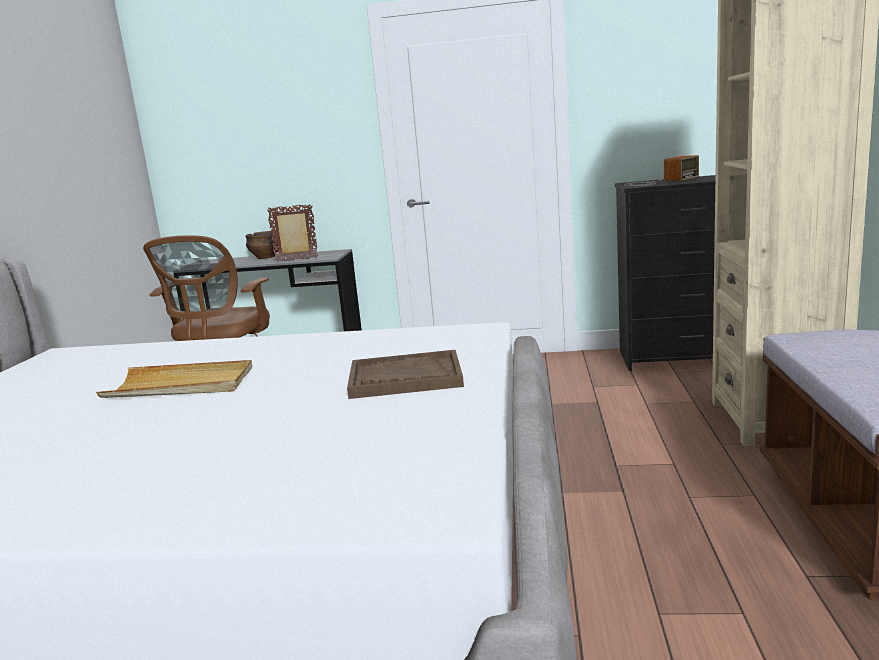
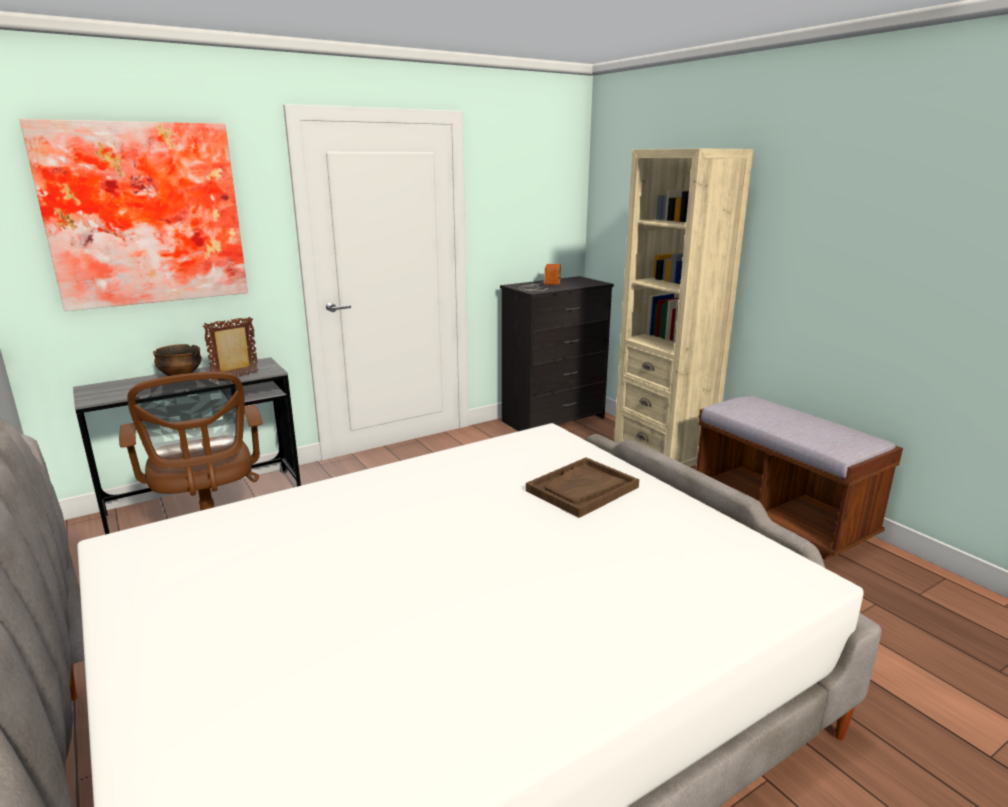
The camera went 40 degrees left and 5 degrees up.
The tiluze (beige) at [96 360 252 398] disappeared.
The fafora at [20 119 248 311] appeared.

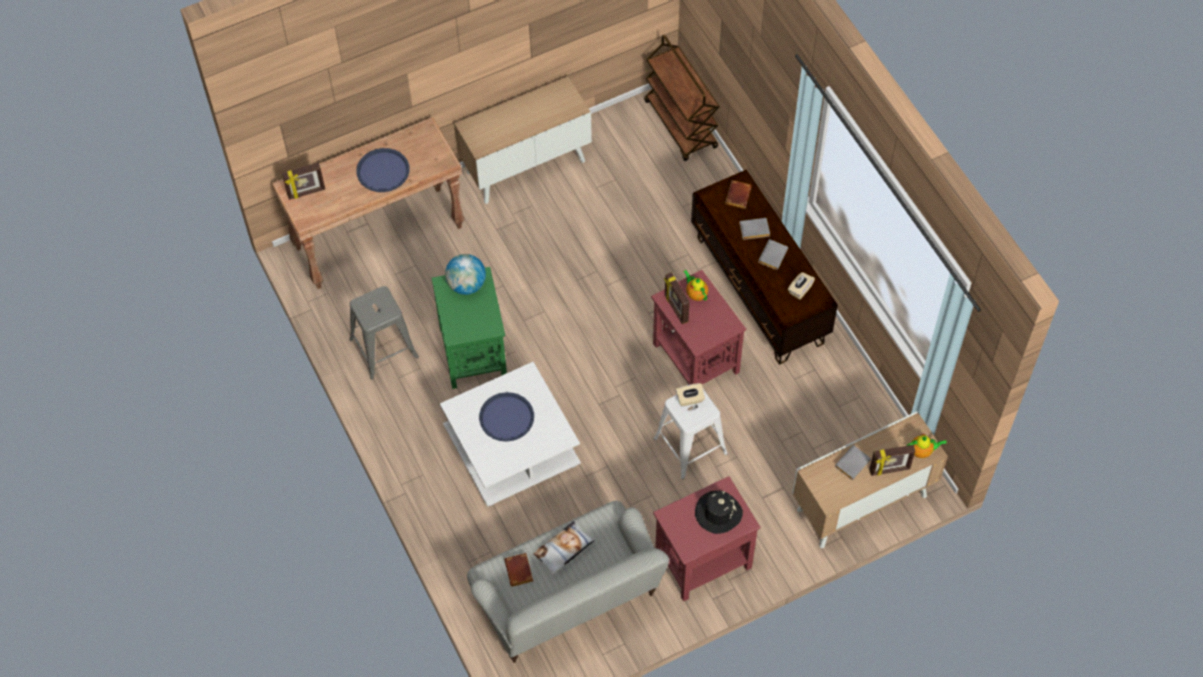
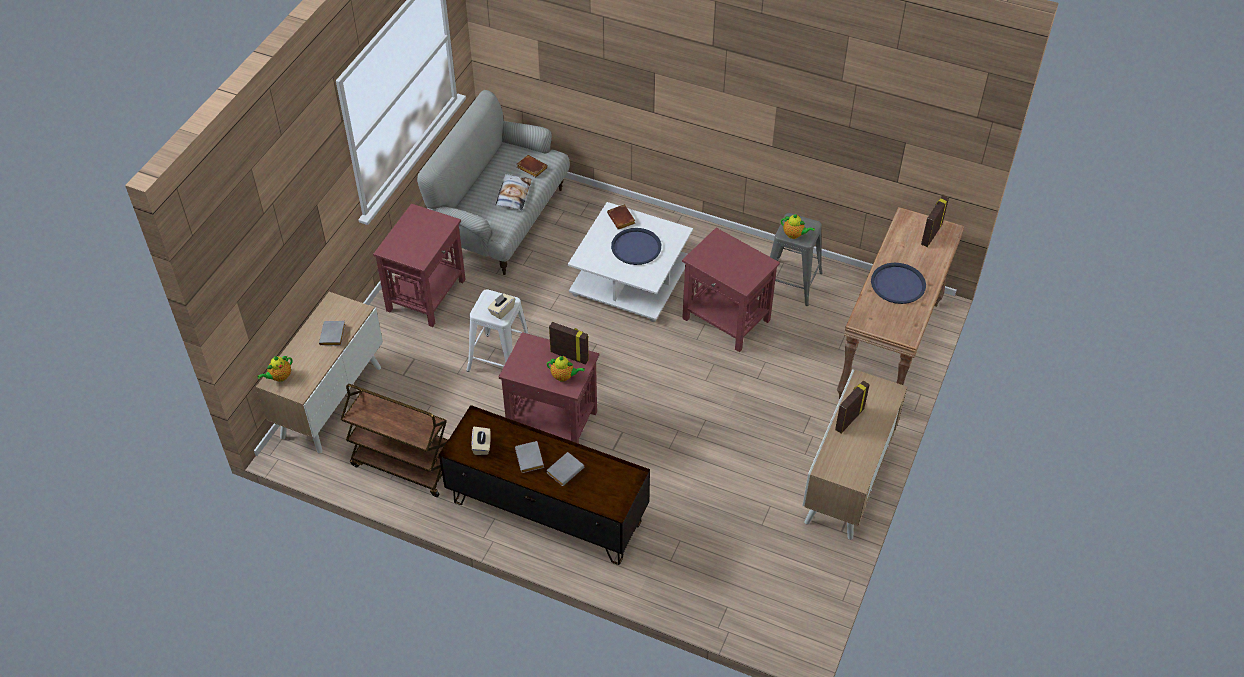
The camera went 140 degrees right and 10 degrees down.
The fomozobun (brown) moved from [644 35 720 161] to [341 384 448 497].
The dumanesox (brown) moved from [725 180 752 209] to [607 204 636 230].
The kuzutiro at [445 254 486 295] disappeared.
The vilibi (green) at [432 267 507 389] became the vilibi (red) at [682 228 780 352].
The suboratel moved from [869 445 915 476] to [835 380 870 433].
The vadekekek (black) at [695 491 743 534] disappeared.
The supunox at [781 214 815 239] appeared.

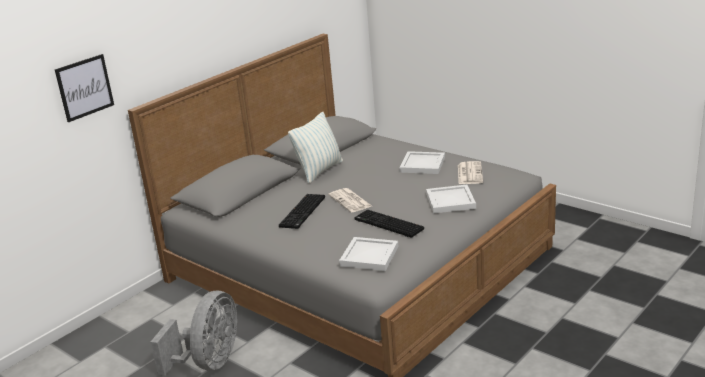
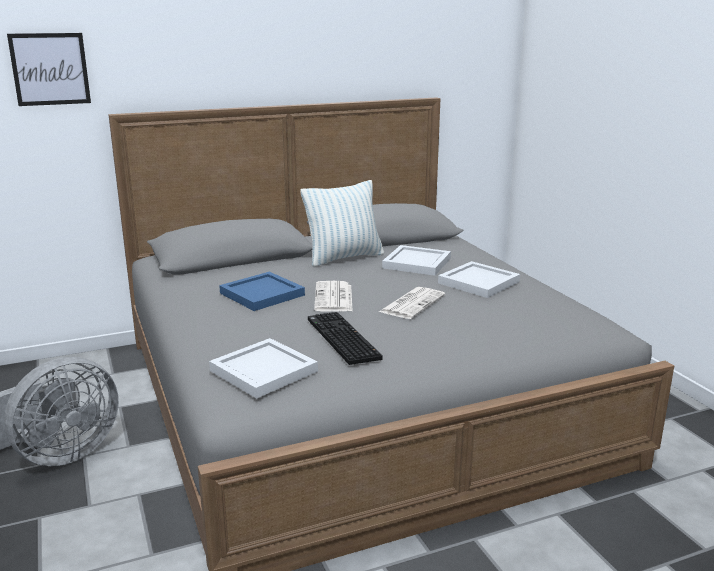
The camera went 25 degrees right and 5 degrees down.
The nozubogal moved from [458 161 483 184] to [379 287 445 319].
The tiluze (white) moved from [426 185 476 214] to [382 245 451 276].
The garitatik at [279 194 325 229] was replaced by the tiluze (blue) at [219 272 305 311].

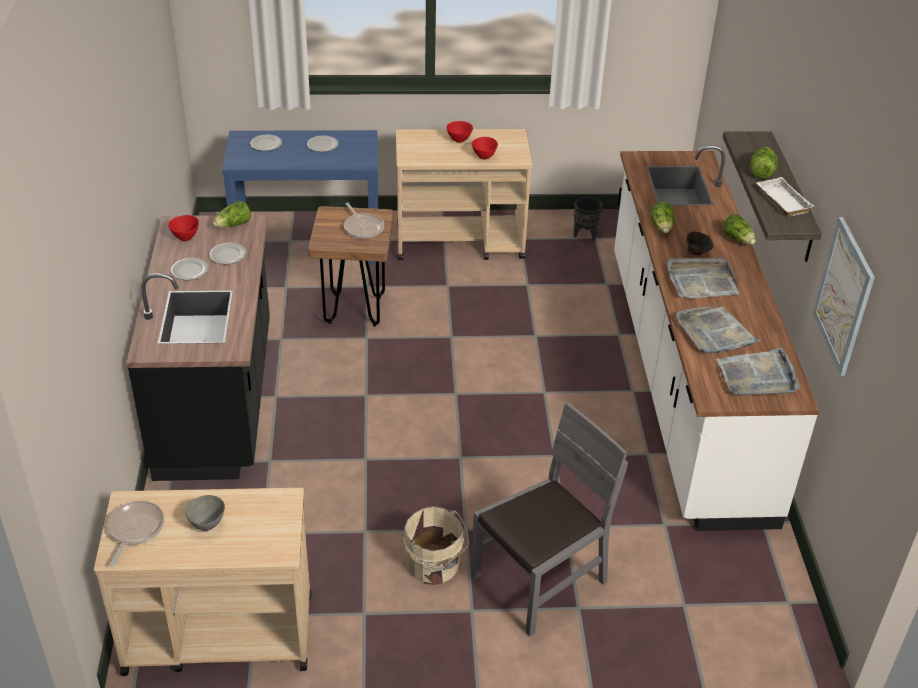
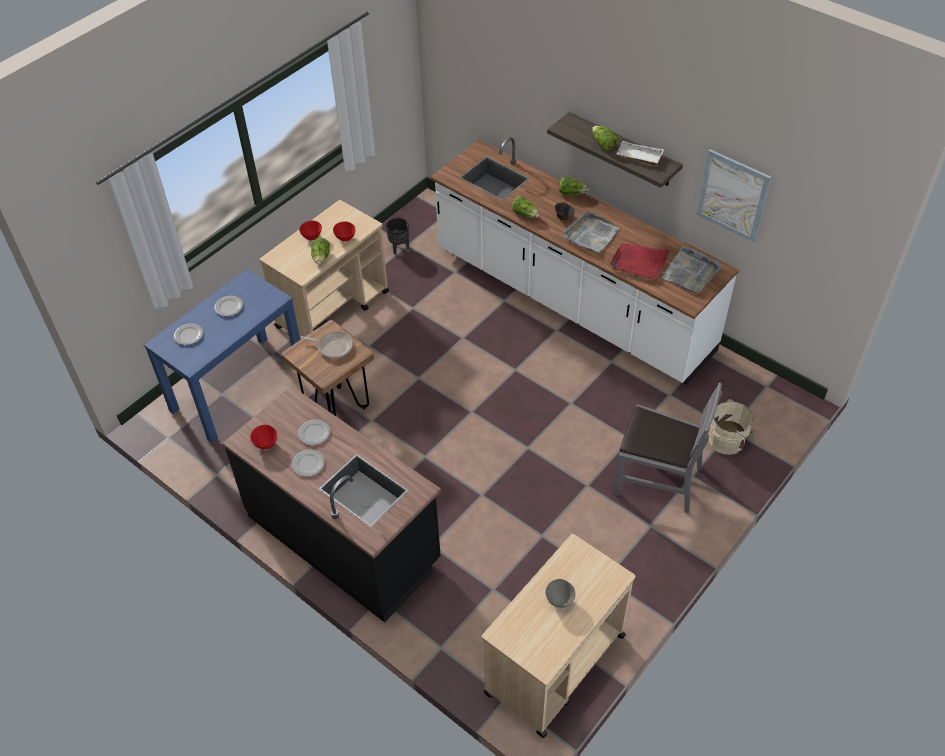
The camera went 45 degrees left and 10 degrees up.
The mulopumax moved from [213 201 251 227] to [311 238 330 265].
The tiluze (grey) at [675 306 761 354] became the tiluze (red) at [610 243 670 279].
The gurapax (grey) at [471 402 628 637] turned 105 degrees clockwise.
The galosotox at [107 500 165 566] disappeared.
The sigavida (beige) moved from [403 506 469 585] to [709 399 753 455].

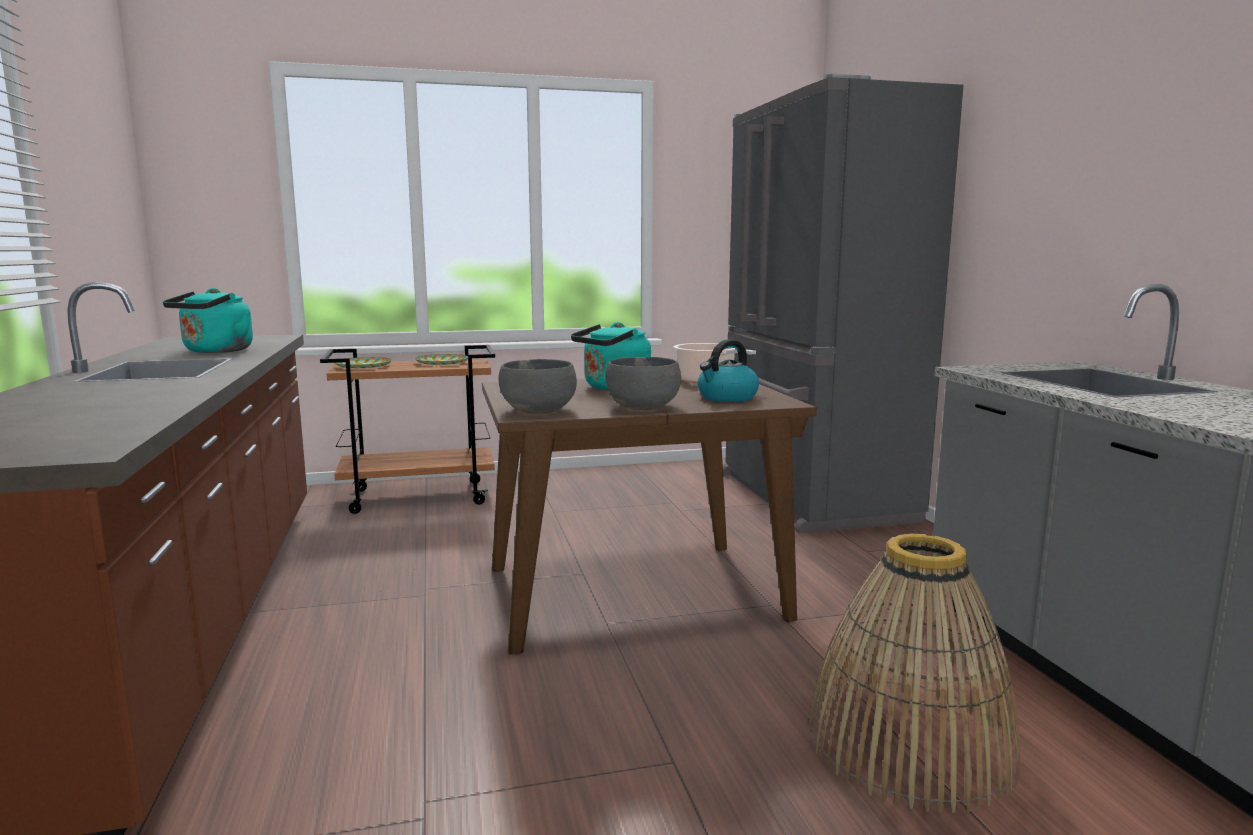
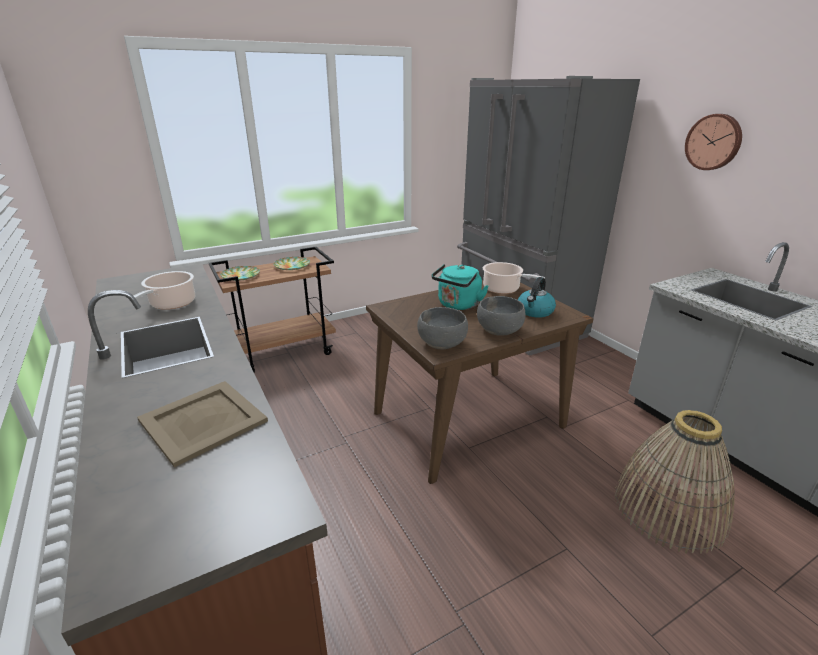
The camera went 15 degrees left and 15 degrees up.
The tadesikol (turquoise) at [163 288 253 353] was replaced by the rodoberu at [134 271 195 310].
The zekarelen at [685 114 742 170] appeared.
The tiluze (beige) at [137 381 268 467] appeared.

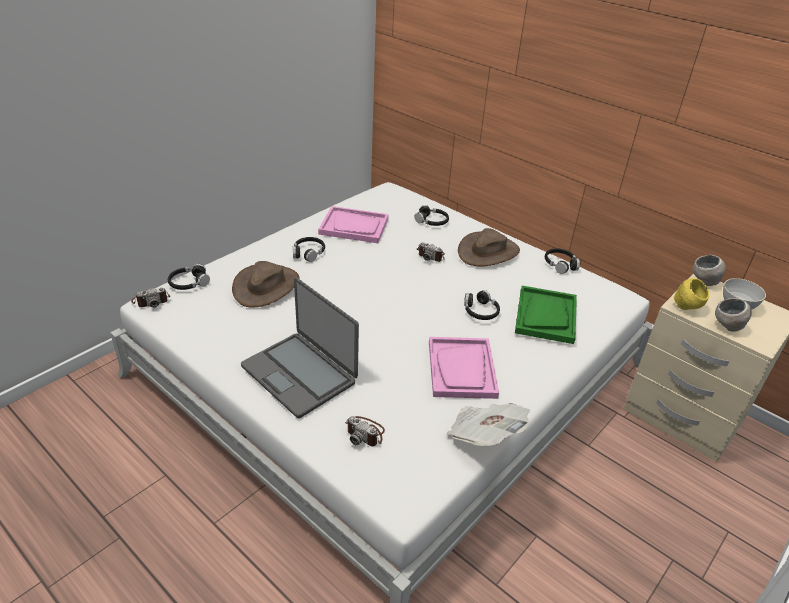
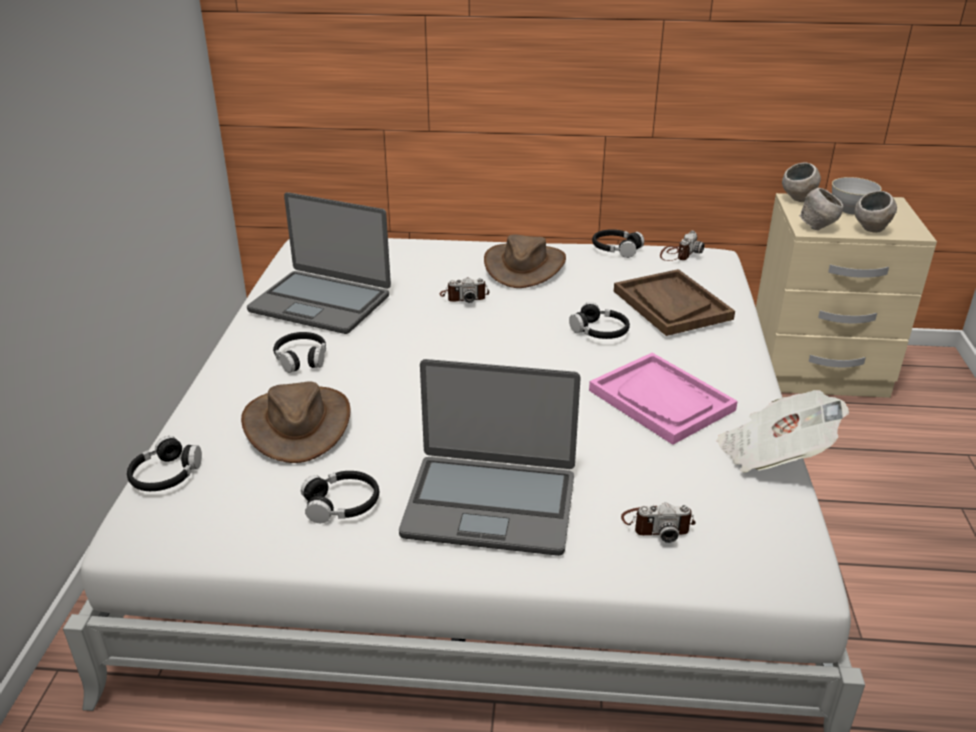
The camera went 35 degrees left and 5 degrees down.
The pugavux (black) moved from [415 205 449 226] to [301 471 379 523].
The tiluze (pink) at [318 206 389 243] was replaced by the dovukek at [247 192 391 334].
The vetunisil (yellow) at [674 278 709 310] became the vetunisil (grey) at [799 188 843 230].
The tiluze (green) at [515 286 577 344] became the tiluze (brown) at [614 269 735 336].
The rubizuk moved from [131 287 170 308] to [660 231 705 261].

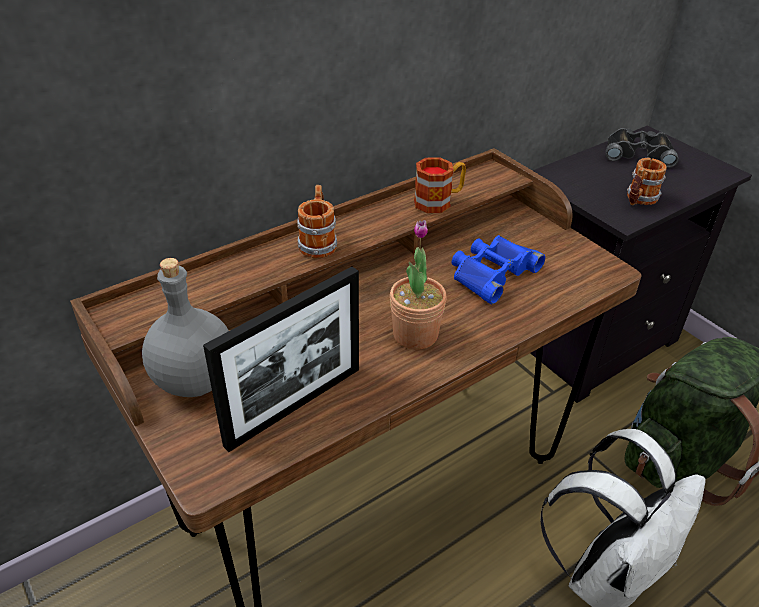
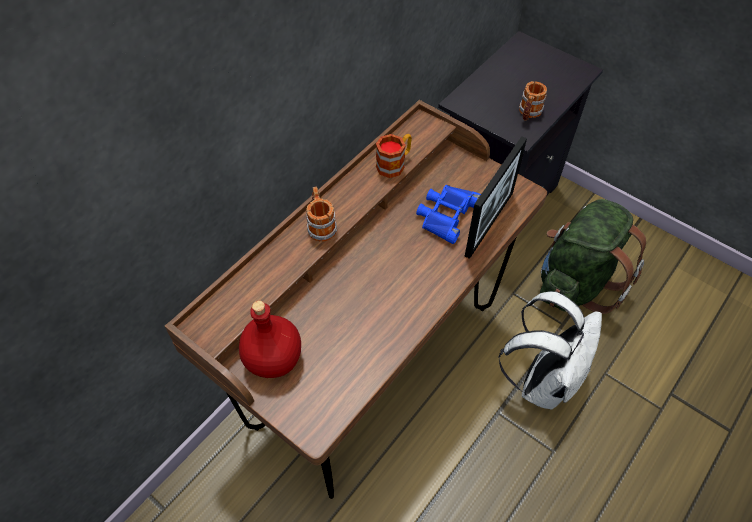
The camera went 15 degrees left and 15 degrees up.
The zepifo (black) at [605 128 679 168] disappeared.
The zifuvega at [390 220 447 350] disappeared.
The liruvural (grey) at [142 258 229 397] became the liruvural (red) at [239 301 301 378].
The suboratel moved from [203 267 359 452] to [465 136 527 259].

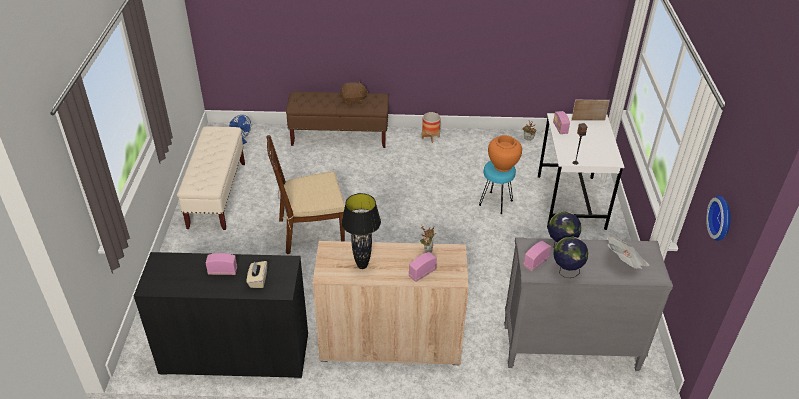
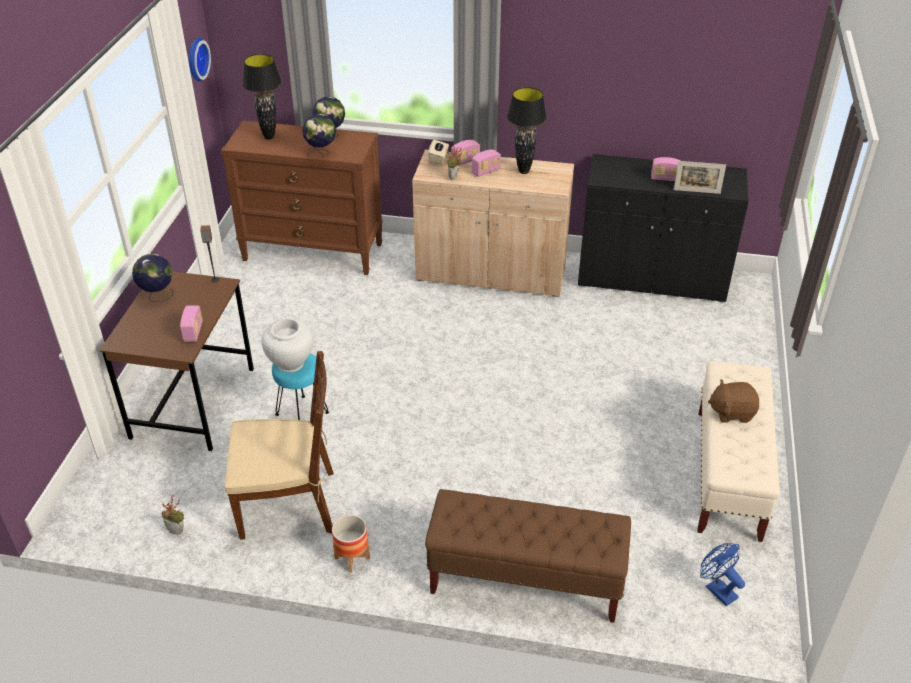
The camera went 170 degrees left and 0 degrees up.
The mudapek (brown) moved from [340 81 369 105] to [708 379 759 423].
The suboratel moved from [571 100 610 121] to [674 161 726 194].
The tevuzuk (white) at [538 113 624 230] became the tevuzuk (brown) at [99 271 254 451].
The gurapax (brown) moved from [266 135 345 254] to [224 351 334 540].
The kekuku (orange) at [488 135 522 172] became the kekuku (white) at [262 319 313 372].
The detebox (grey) at [504 237 673 371] became the detebox (brown) at [221 120 383 275].
The nozubogal at [607 237 650 269] was replaced by the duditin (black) at [243 54 281 140].
The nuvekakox moved from [523 241 551 271] to [472 150 501 177].
The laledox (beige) moved from [247 261 267 288] to [428 140 449 164].
The kuzutiro at [132 254 174 302] appeared.

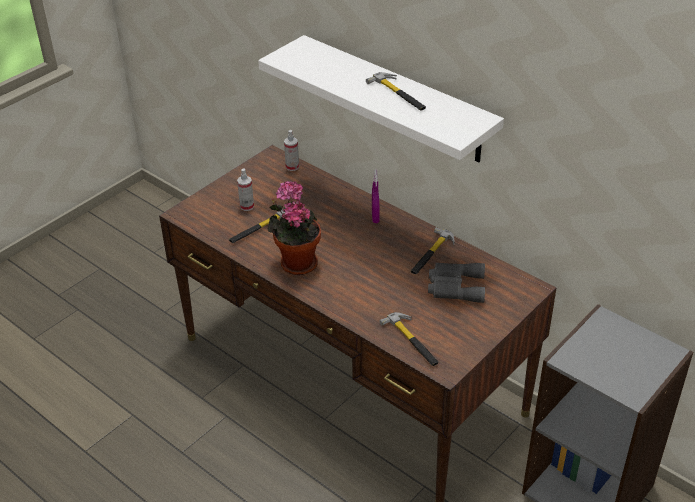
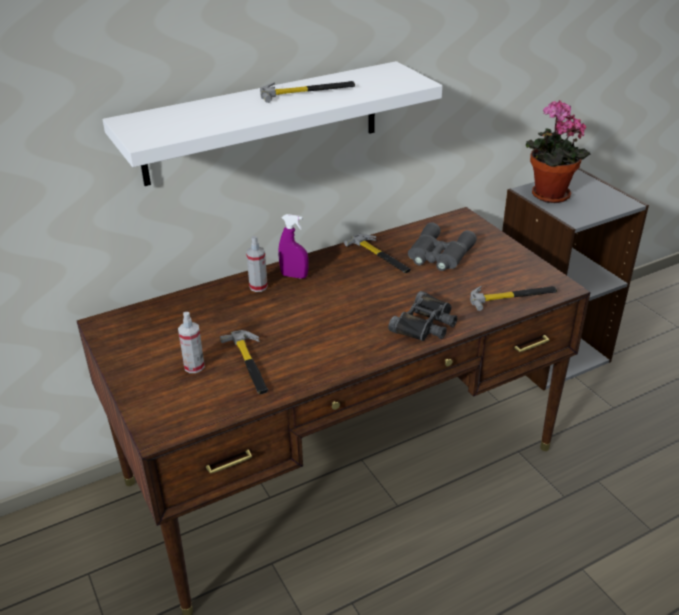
The camera went 70 degrees left and 5 degrees down.
The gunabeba moved from [284 130 299 171] to [246 236 268 292].
The zifuvega moved from [268 180 321 275] to [526 100 590 203].
The zepifo (black) at [388 291 457 341] appeared.

